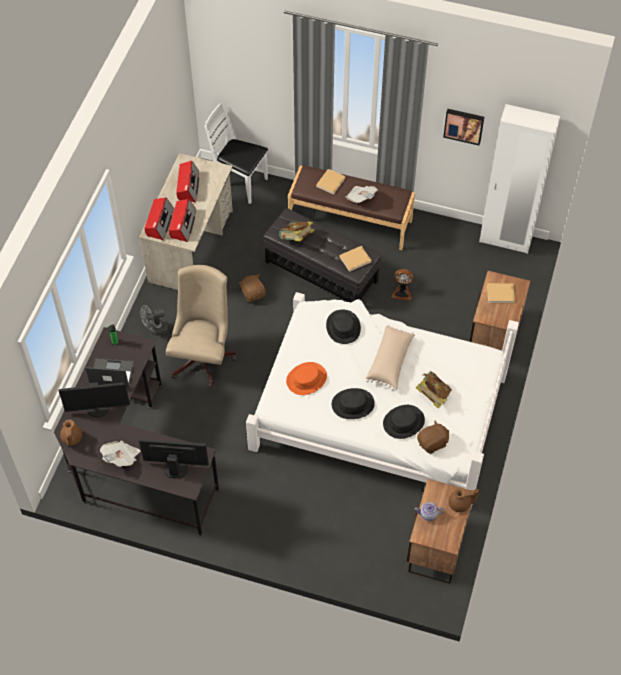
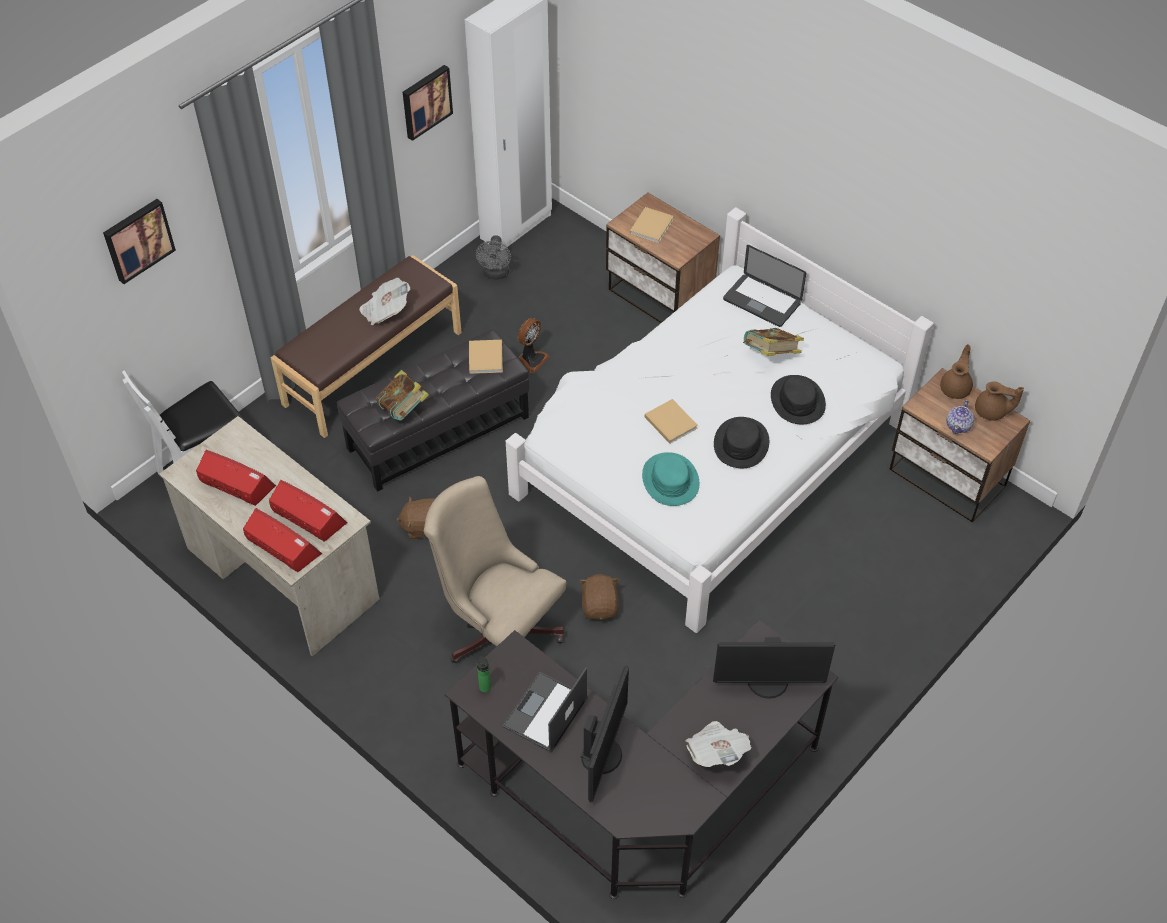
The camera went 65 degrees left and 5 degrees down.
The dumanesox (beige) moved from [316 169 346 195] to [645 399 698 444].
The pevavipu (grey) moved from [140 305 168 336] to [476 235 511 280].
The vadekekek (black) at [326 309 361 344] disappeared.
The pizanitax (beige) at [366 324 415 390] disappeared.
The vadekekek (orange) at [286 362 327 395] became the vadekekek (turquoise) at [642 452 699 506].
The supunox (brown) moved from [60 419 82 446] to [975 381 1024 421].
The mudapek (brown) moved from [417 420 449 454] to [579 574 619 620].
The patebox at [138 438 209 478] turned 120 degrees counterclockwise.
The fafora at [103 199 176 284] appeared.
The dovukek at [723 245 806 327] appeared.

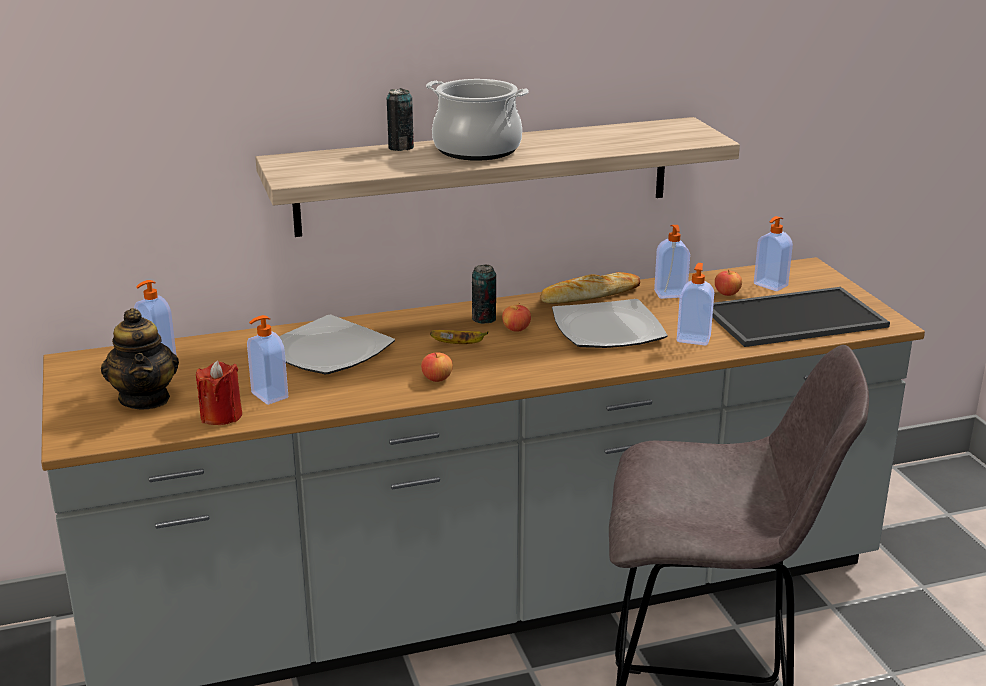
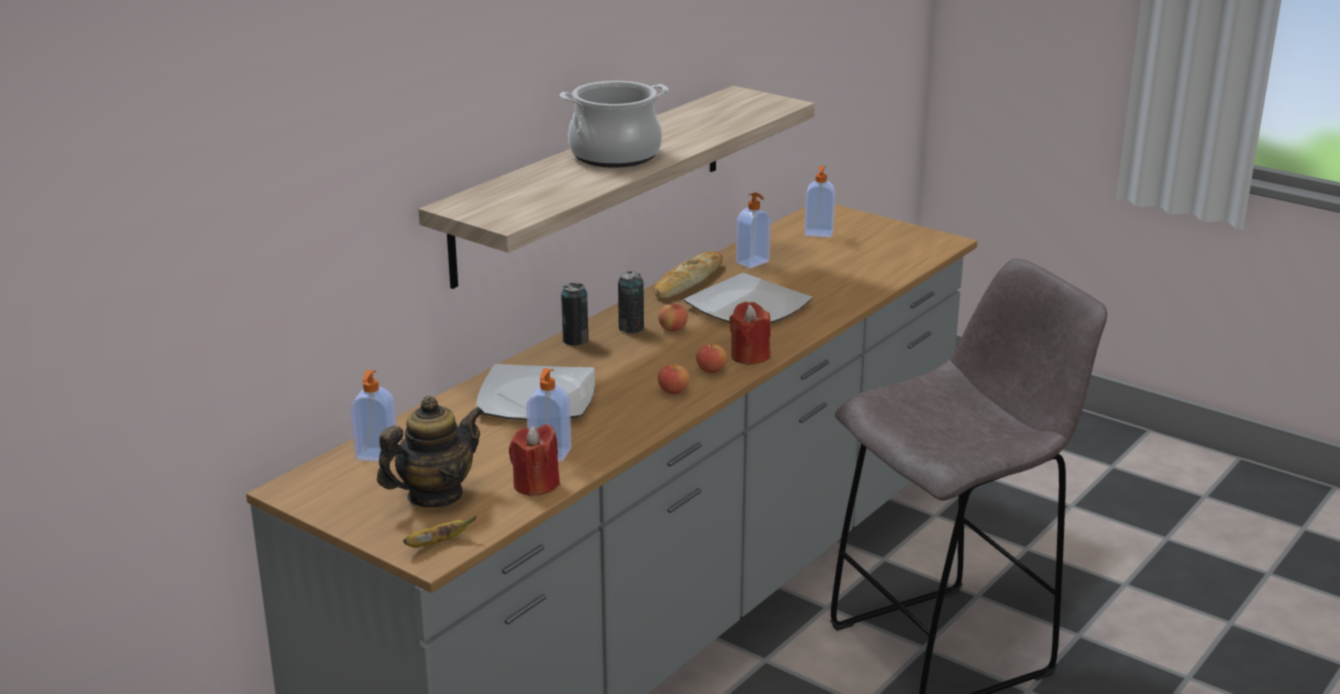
The camera went 35 degrees left and 0 degrees up.
The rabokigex moved from [387 88 414 151] to [561 283 589 346].
The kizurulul at [677 263 714 346] disappeared.
The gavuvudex moved from [715 270 742 296] to [696 344 727 373].
The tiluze at [712 287 890 347] disappeared.
The supunox at [101 308 179 410] turned 75 degrees counterclockwise.
The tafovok moved from [430 330 489 344] to [403 516 477 548].
The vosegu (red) at [729 302 771 365] appeared.

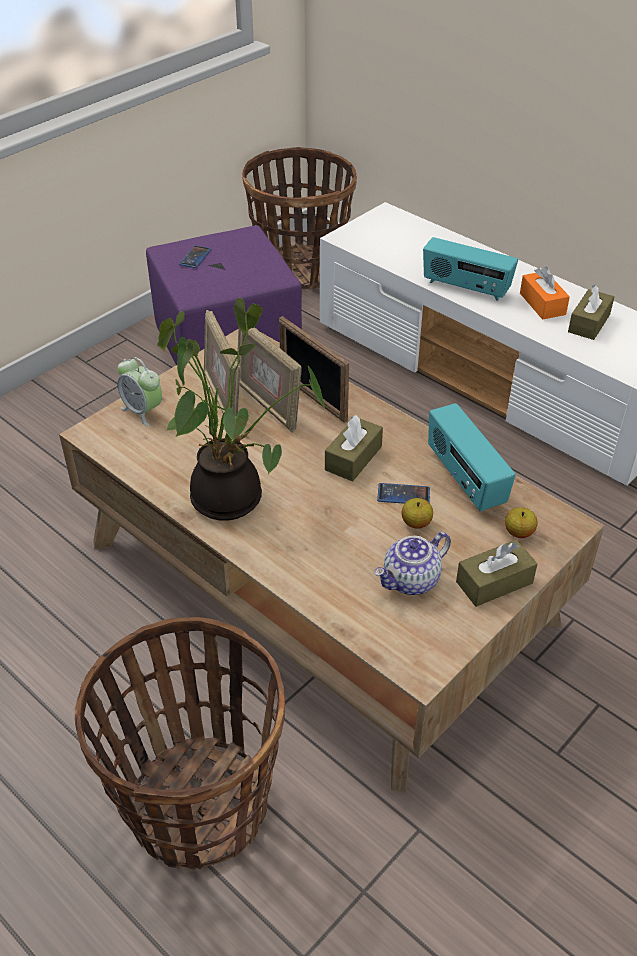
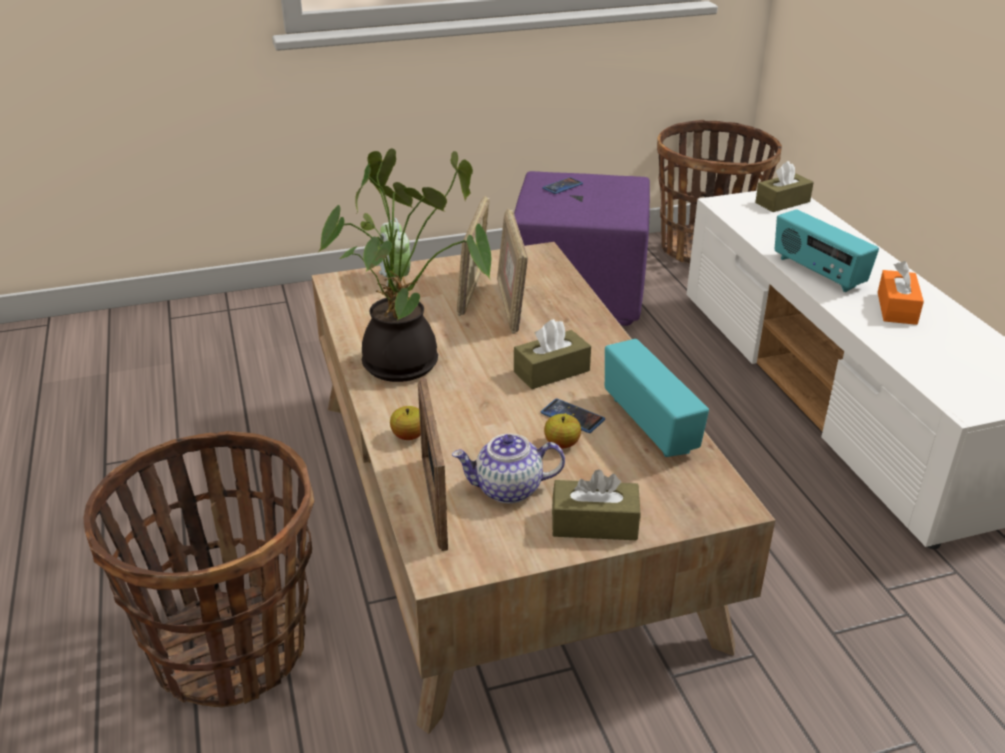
The camera went 30 degrees right and 10 degrees down.
The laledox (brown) moved from [568 285 614 340] to [755 161 814 212].
The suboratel moved from [279 316 349 423] to [418 378 448 551].
The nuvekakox at [428 403 516 512] turned 150 degrees clockwise.
The gavuvudex moved from [505 507 538 538] to [390 406 421 440].

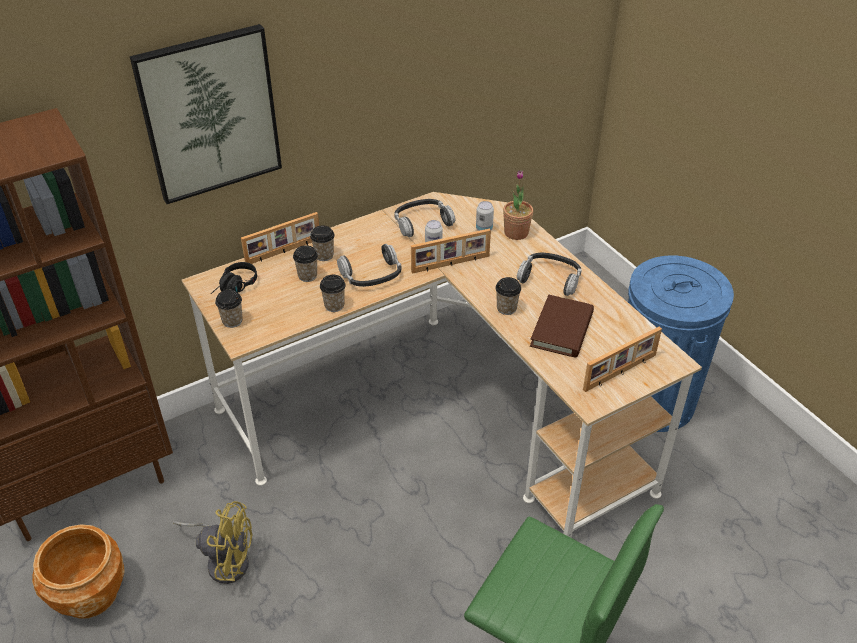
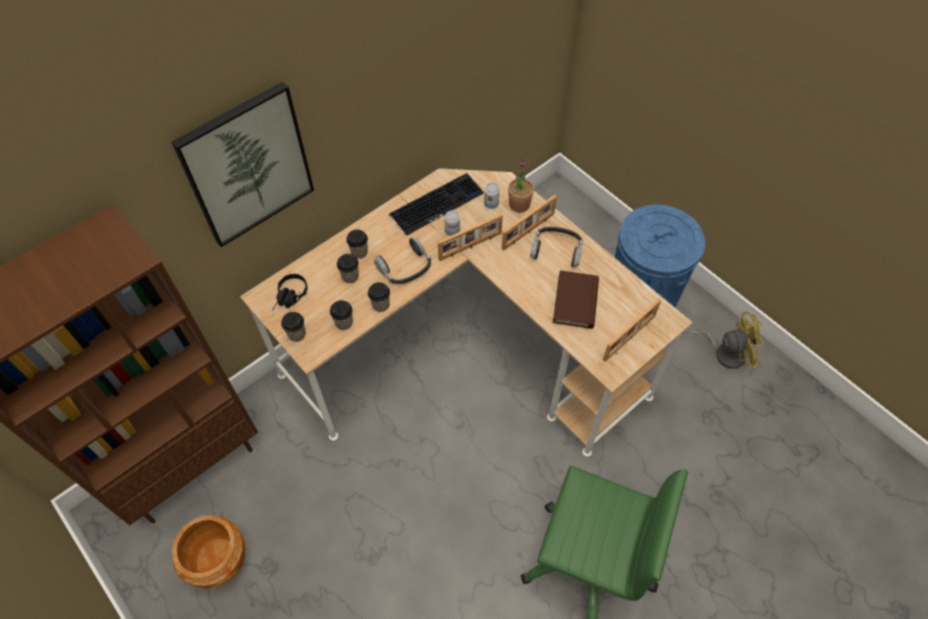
The camera went 10 degrees left and 15 degrees up.
The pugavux at [394 199 455 237] was replaced by the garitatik at [389 173 484 236].
The suboratel moved from [241 212 319 264] to [502 195 557 251].
The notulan moved from [495 277 521 315] to [330 300 353 330].
The pevavipu (yellow) moved from [173 501 253 584] to [683 311 764 369].

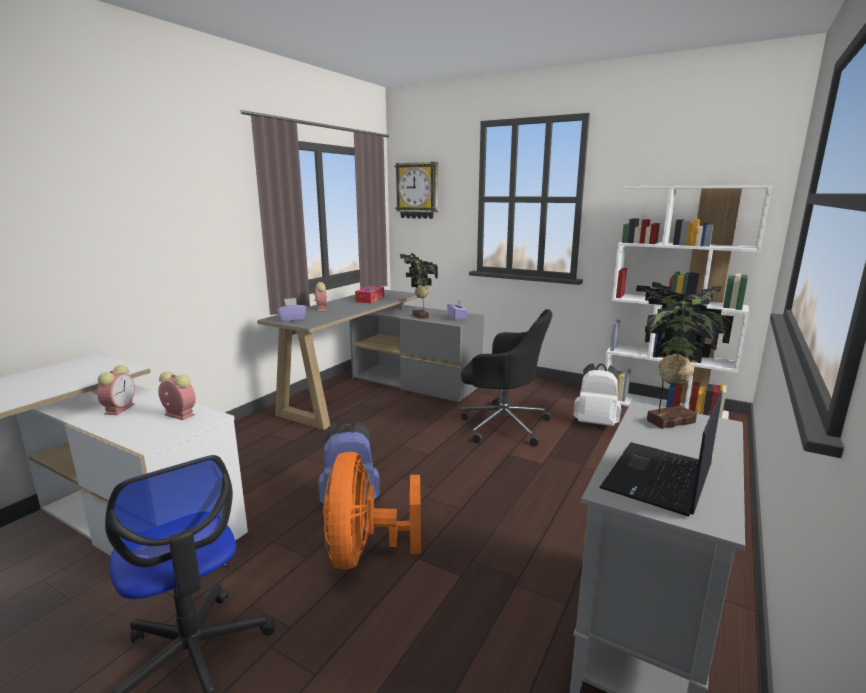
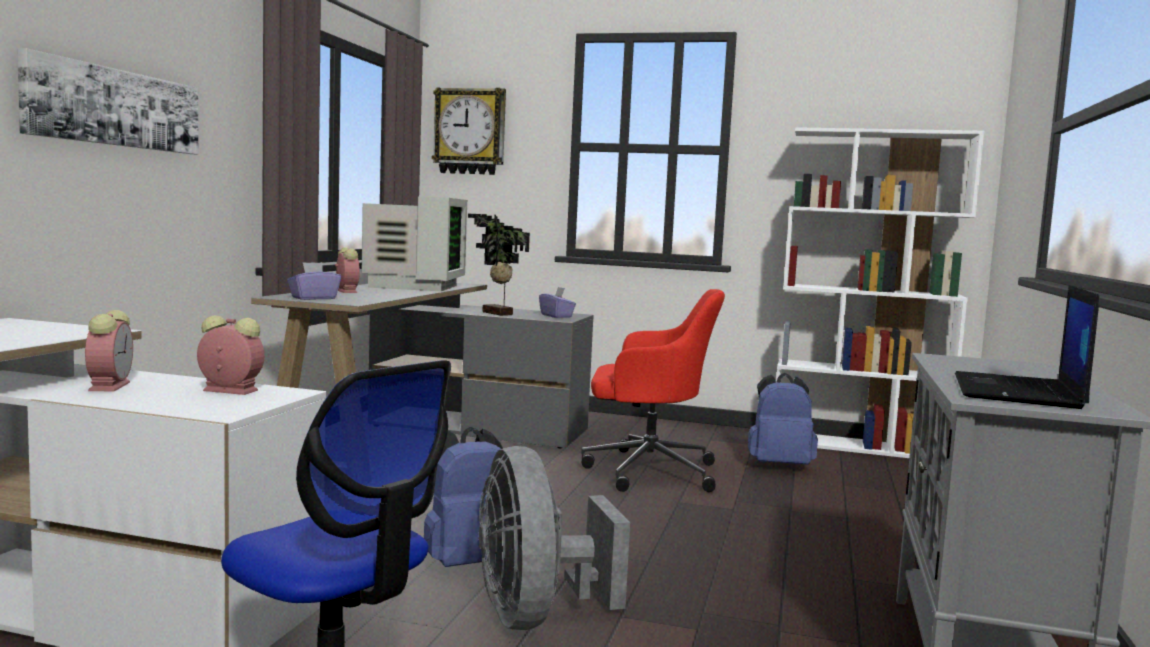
The camera went 15 degrees left and 10 degrees down.
The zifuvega at [636 282 734 429] disappeared.
The laledox at [355 286 384 303] was replaced by the patebox at [361 196 467 291].
The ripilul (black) at [461 309 552 446] became the ripilul (red) at [581 289 725 492].
The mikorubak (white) at [574 363 621 426] became the mikorubak (blue) at [748 373 818 465].
The pevavipu (orange) at [323 451 421 570] became the pevavipu (grey) at [478 446 630 630].
The fafora at [17 48 198 154] appeared.

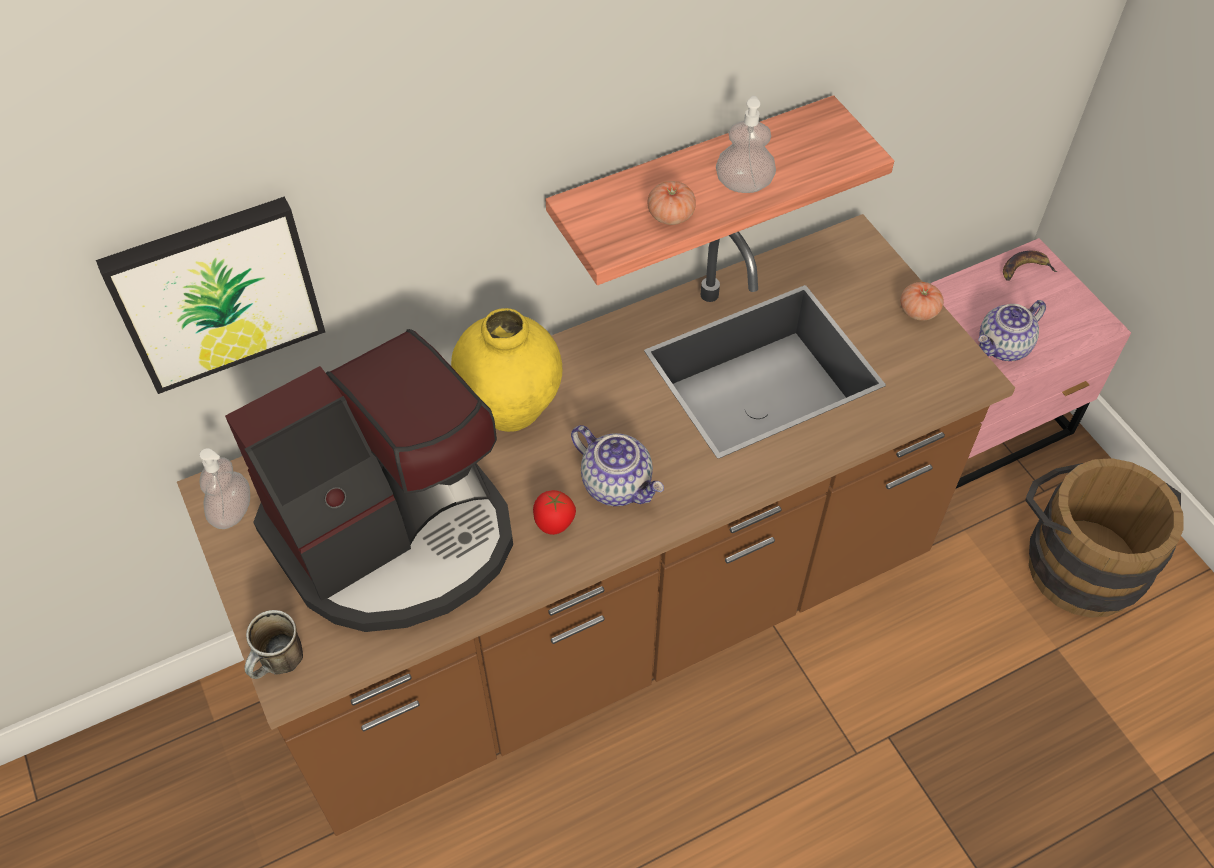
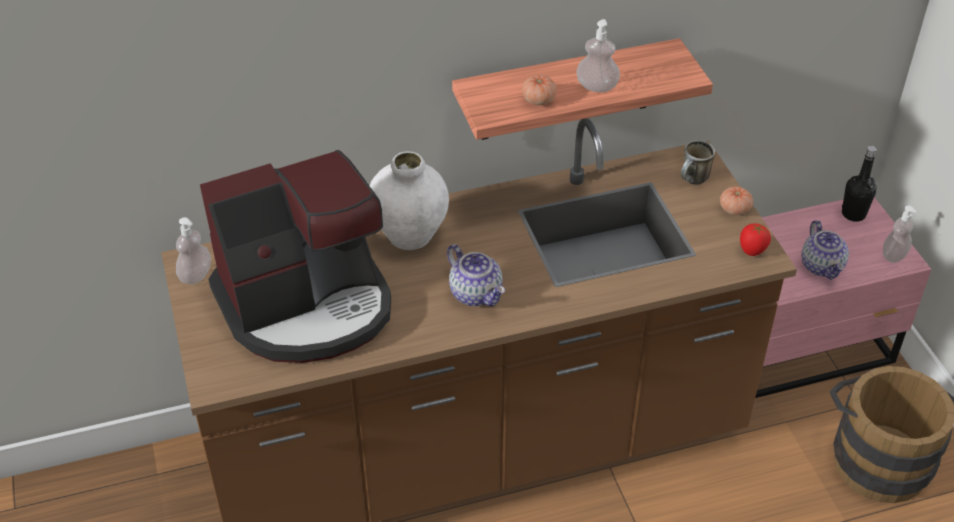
The camera went 10 degrees right and 10 degrees down.
The fafora at [96 197 325 394] disappeared.
The tafovok at [1003 250 1058 281] was replaced by the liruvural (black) at [842 146 877 222].
The supunox at [978 300 1046 361] turned 75 degrees counterclockwise.
The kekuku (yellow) at [451 308 562 432] became the kekuku (white) at [370 151 449 250].
The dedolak moved from [533 490 576 535] to [740 223 771 256].
The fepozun moved from [244 610 303 679] to [681 140 715 185].
The kizurulul at [883 206 917 263] appeared.

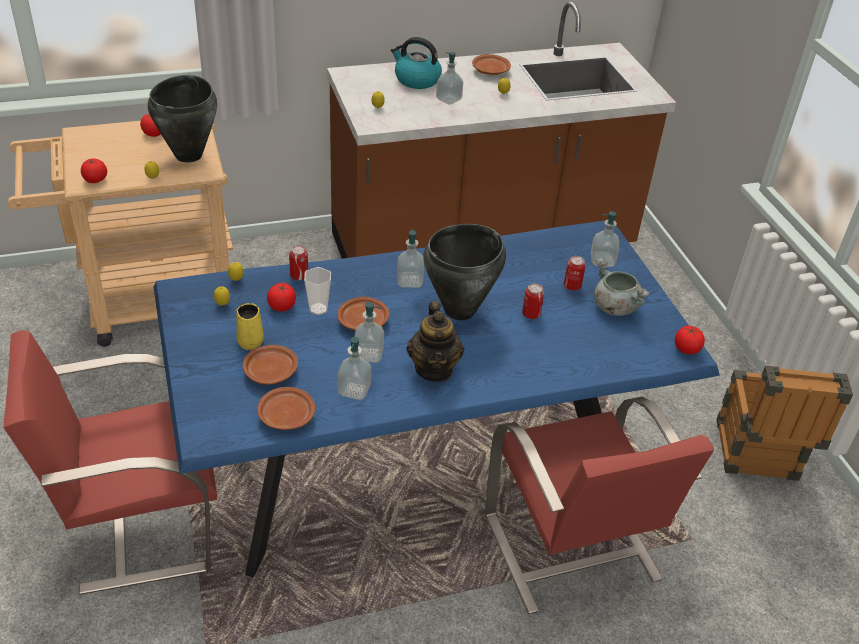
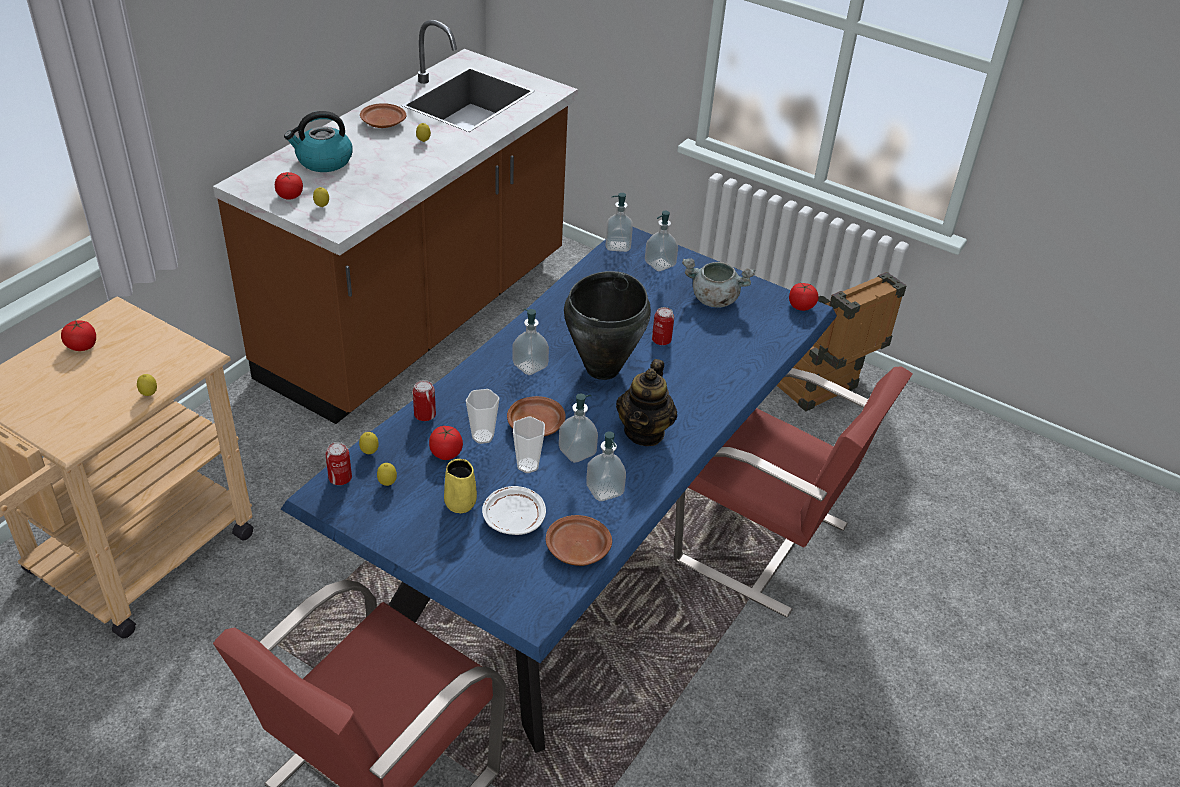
The camera went 40 degrees left and 0 degrees up.
The kizurulul moved from [436 52 463 105] to [606 193 633 252].
The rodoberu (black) at [148 75 217 162] disappeared.
The dedolak moved from [81 159 107 183] to [275 172 303 200].
The rabokigex moved from [564 256 586 290] to [325 442 352 485].
The supunox at [406 301 464 382] turned 60 degrees clockwise.
The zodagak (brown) at [243 345 298 385] became the zodagak (white) at [482 486 546 535].
The notulan at [513 417 545 473] appeared.

